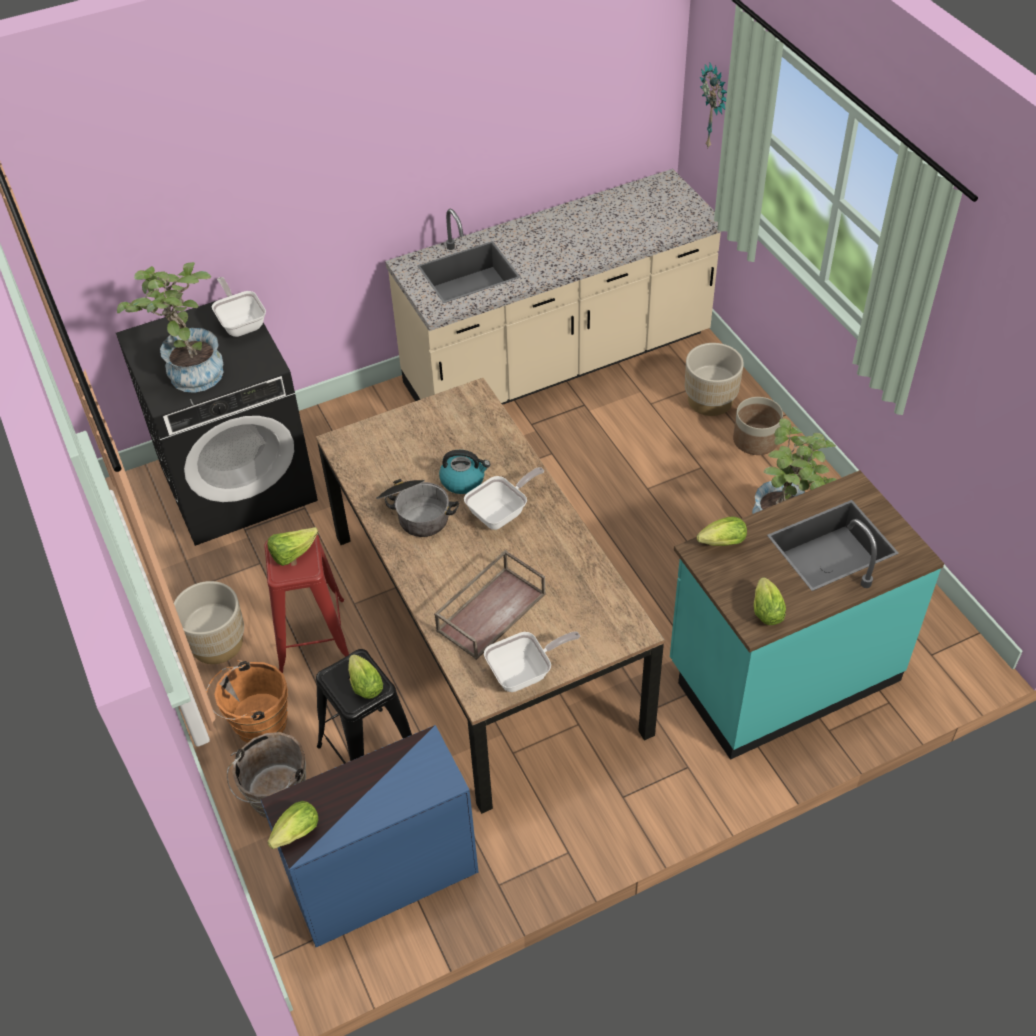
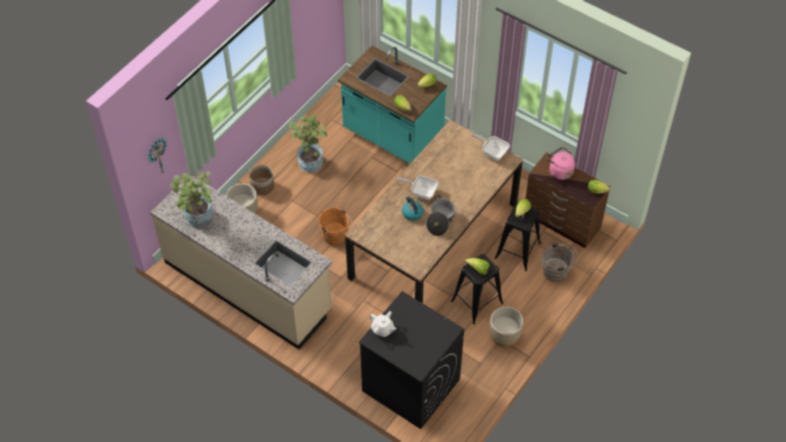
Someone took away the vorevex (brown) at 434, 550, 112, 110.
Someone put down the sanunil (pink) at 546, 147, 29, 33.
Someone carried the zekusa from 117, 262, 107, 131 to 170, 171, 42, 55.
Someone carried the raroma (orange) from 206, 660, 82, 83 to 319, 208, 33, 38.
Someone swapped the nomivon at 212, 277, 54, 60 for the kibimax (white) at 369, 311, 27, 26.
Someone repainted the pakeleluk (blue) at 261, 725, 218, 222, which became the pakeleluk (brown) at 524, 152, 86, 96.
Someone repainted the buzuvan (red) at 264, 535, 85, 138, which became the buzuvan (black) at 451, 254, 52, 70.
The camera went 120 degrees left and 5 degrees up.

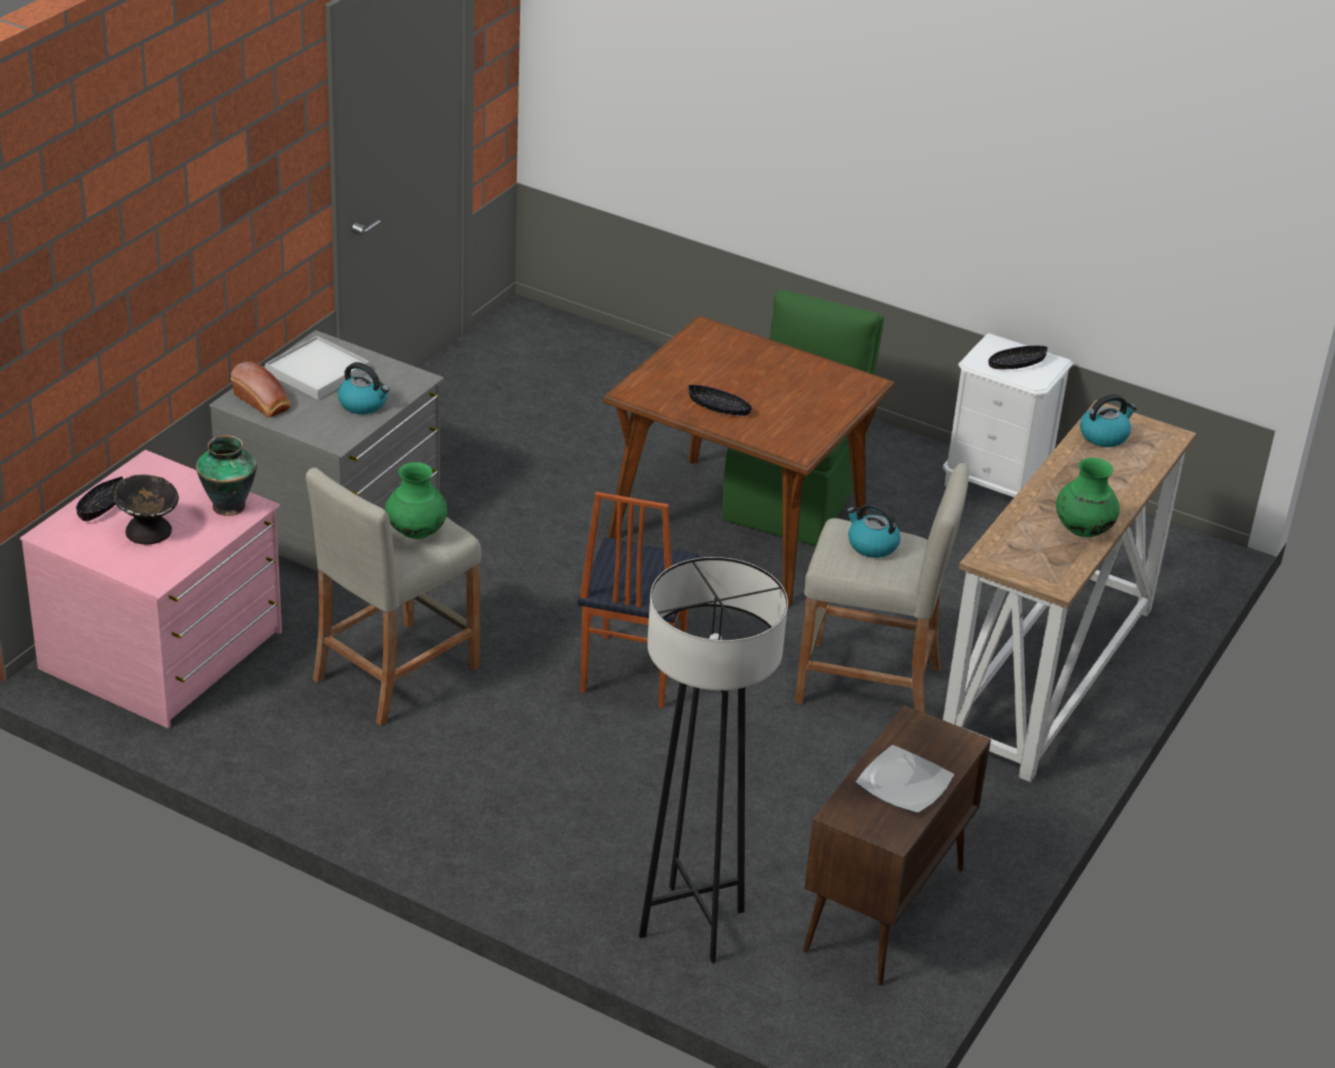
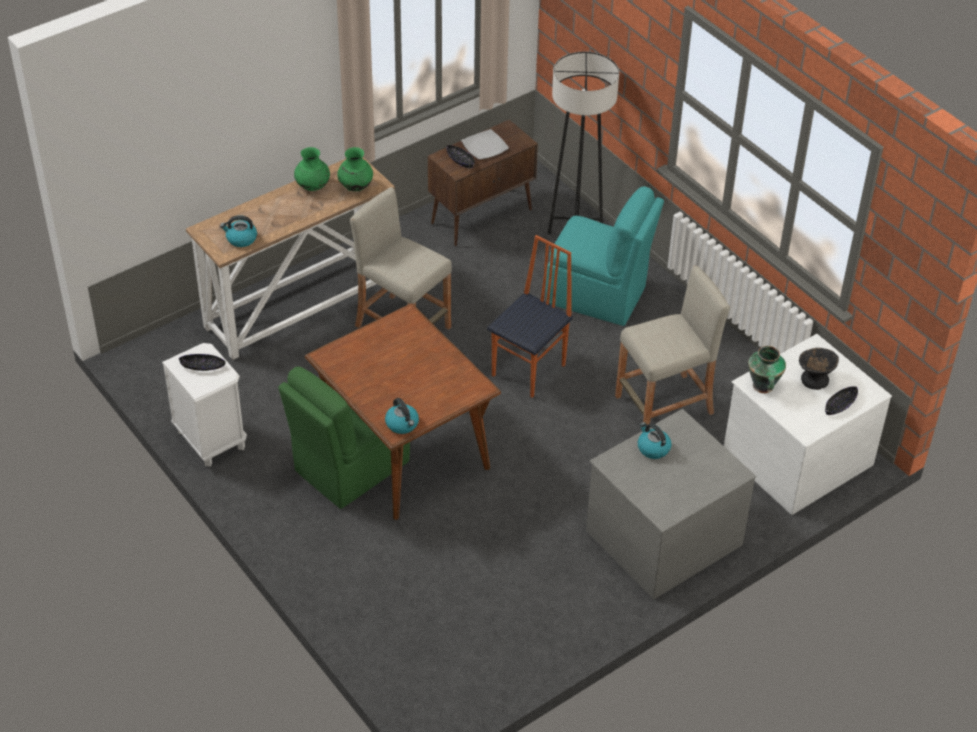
Someone took away the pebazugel at 231, 361, 60, 57.
Someone took away the vorevex (white) at 265, 336, 104, 64.
Someone put down the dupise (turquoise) at 546, 186, 118, 140.
Someone carried the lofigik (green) from 385, 462, 62, 77 to 337, 147, 36, 44.
Someone carried the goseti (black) from 688, 385, 64, 31 to 447, 144, 28, 24.
Someone carried the sanunil from 846, 502, 55, 56 to 385, 398, 34, 36.
Someone repainted the pakeleluk (pink) at 20, 450, 262, 278, which became the pakeleluk (white) at 724, 334, 168, 181.
The camera went 155 degrees left and 10 degrees up.

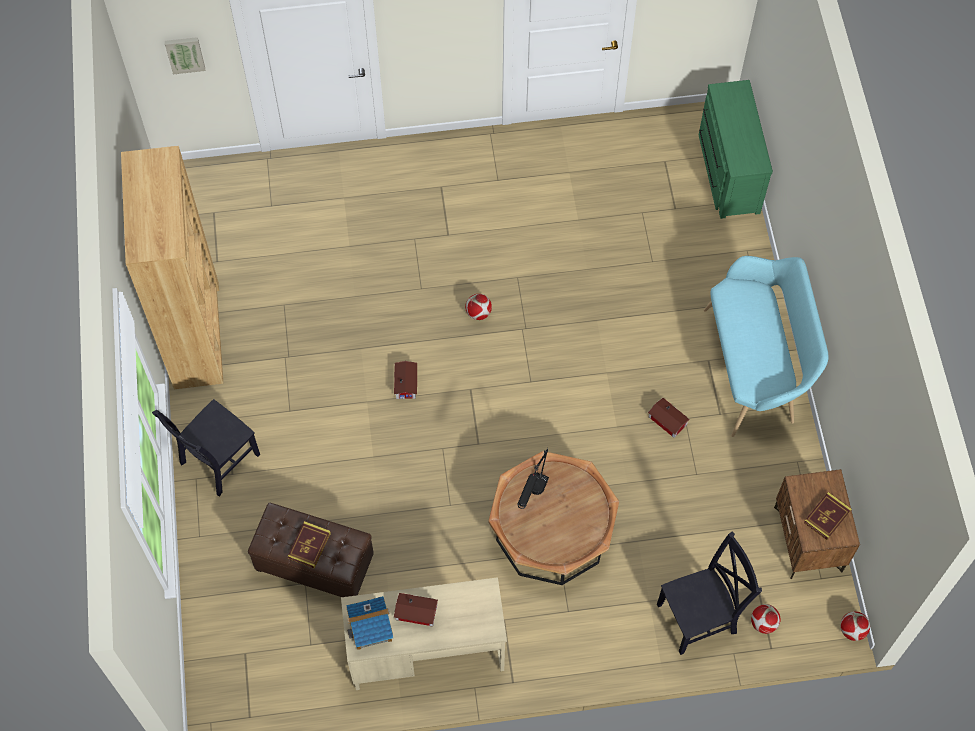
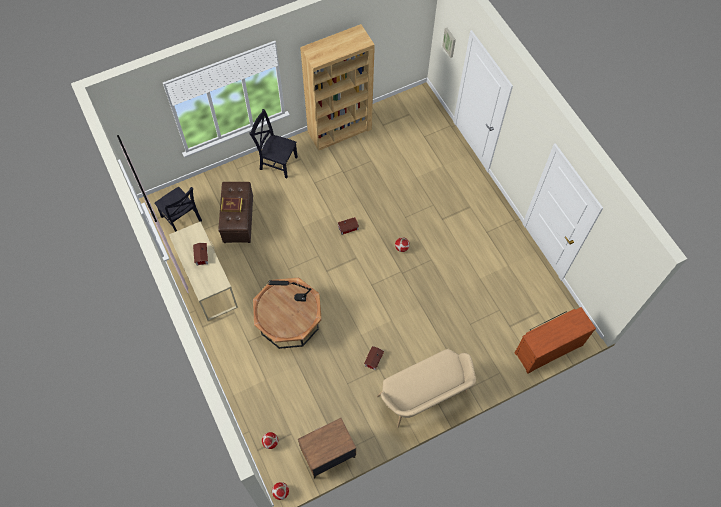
Someone took away the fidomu at 346, 596, 47, 54.
Someone took away the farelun at 804, 492, 47, 48.
Someone carried the dupise (black) from 657, 531, 105, 124 to 154, 187, 48, 45.
Someone repainted the pakeleluk (green) at 699, 80, 74, 139, which became the pakeleluk (brown) at 515, 307, 81, 67.
Someone repainted the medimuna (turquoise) at 704, 256, 124, 181, which became the medimuna (beige) at 377, 349, 99, 79.
The camera went 70 degrees right and 0 degrees up.

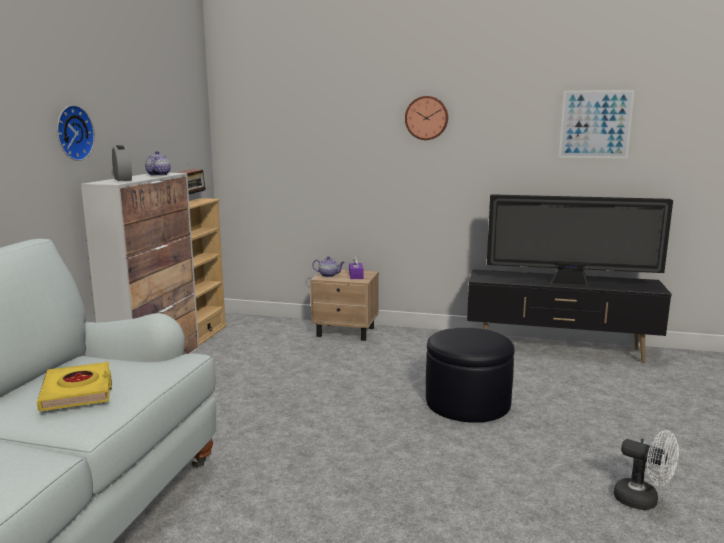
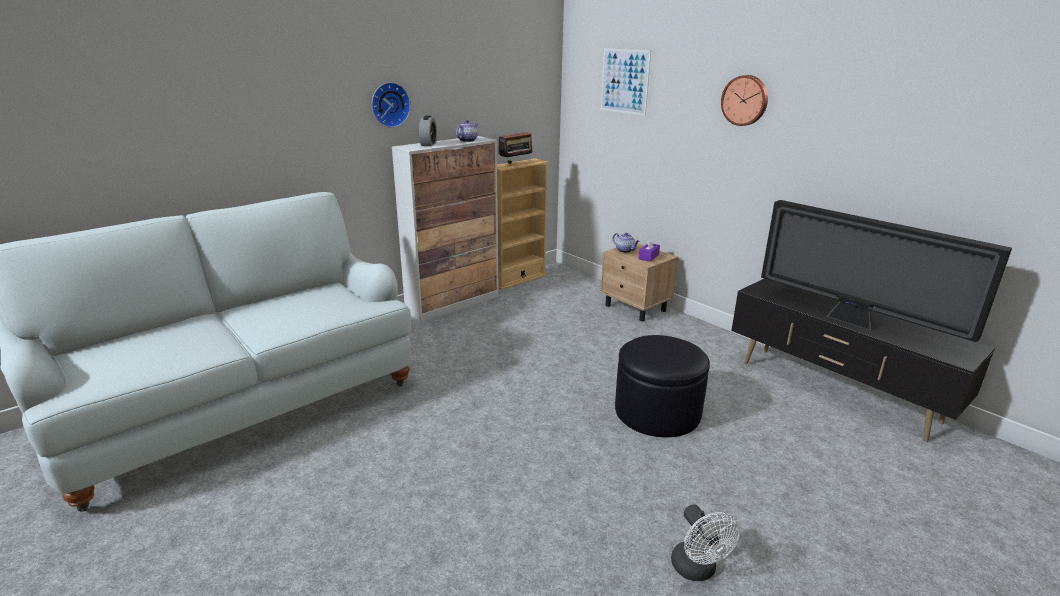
Someone took away the farelun (yellow) at 37, 362, 75, 49.
Someone carried the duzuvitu from 559, 90, 76, 69 to 601, 48, 50, 68.
The camera went 35 degrees right and 10 degrees up.

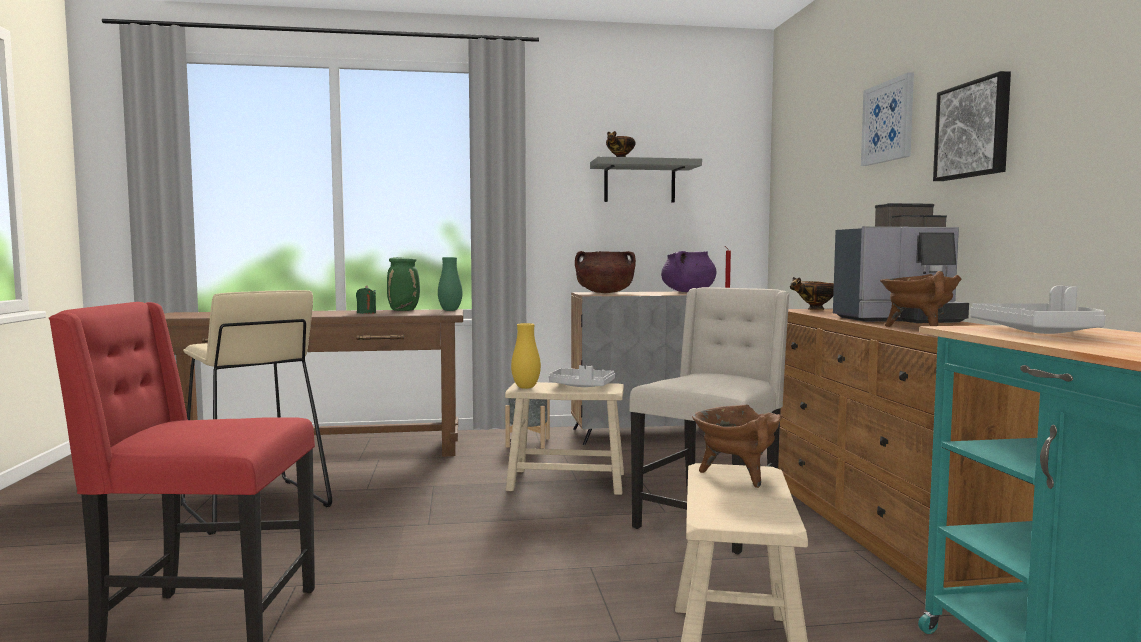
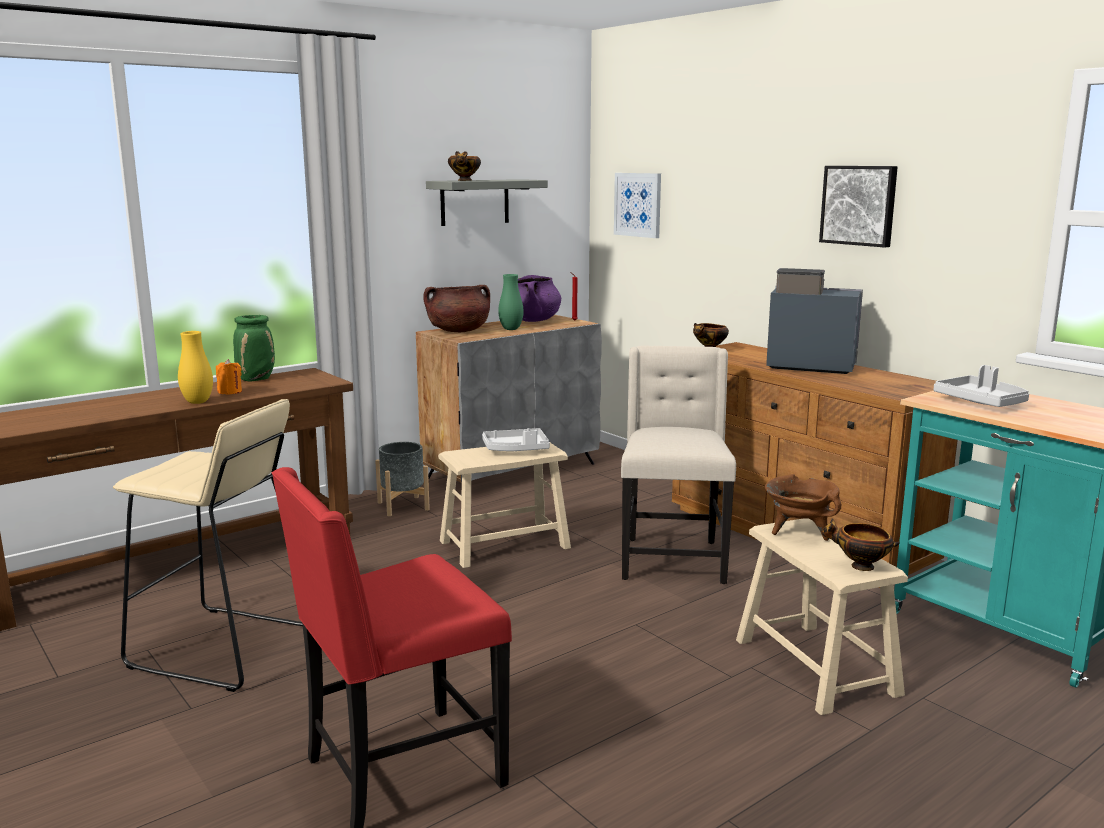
Someone took away the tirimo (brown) at 880, 271, 81, 56.
Someone put down the goseti at 822, 518, 78, 53.
Someone carried the lofigik (green) from 438, 257, 24, 54 to 498, 274, 26, 56.
Someone carried the lofigik (yellow) from 511, 323, 30, 66 to 178, 331, 35, 73.
Someone carried the duzuvitu from 861, 72, 53, 94 to 614, 173, 47, 65.
Someone repainted the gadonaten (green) at 356, 286, 20, 28, which became the gadonaten (orange) at 216, 359, 26, 36.
Someone rotated the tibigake at 833, 203, 136, 120 by 120 degrees counterclockwise.
The camera went 30 degrees left and 10 degrees up.

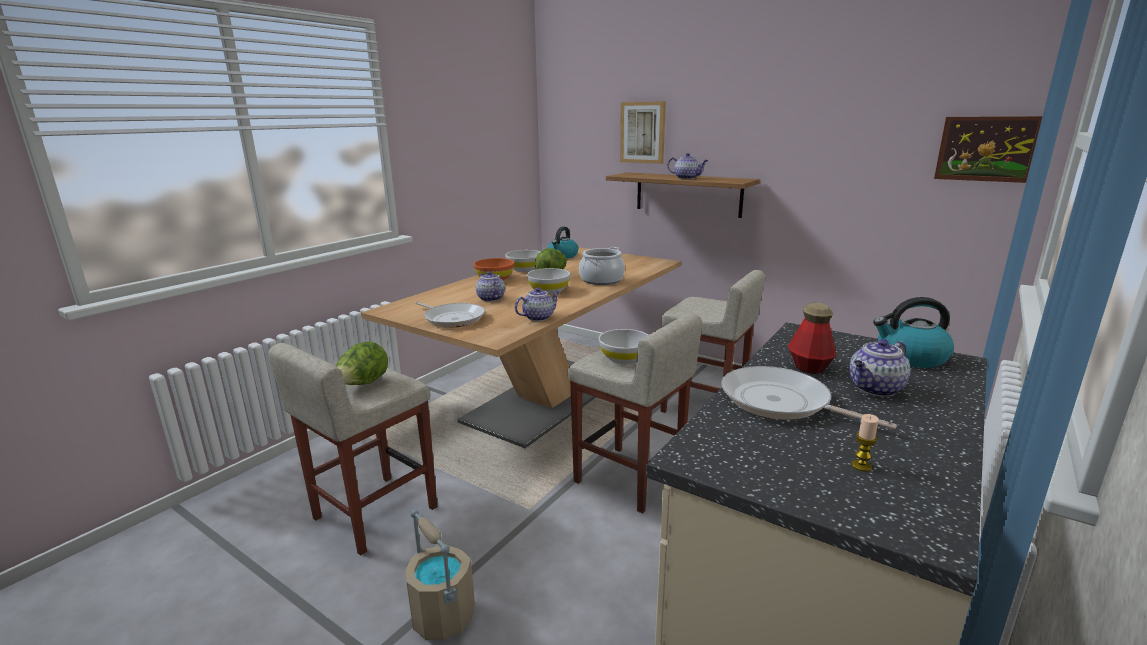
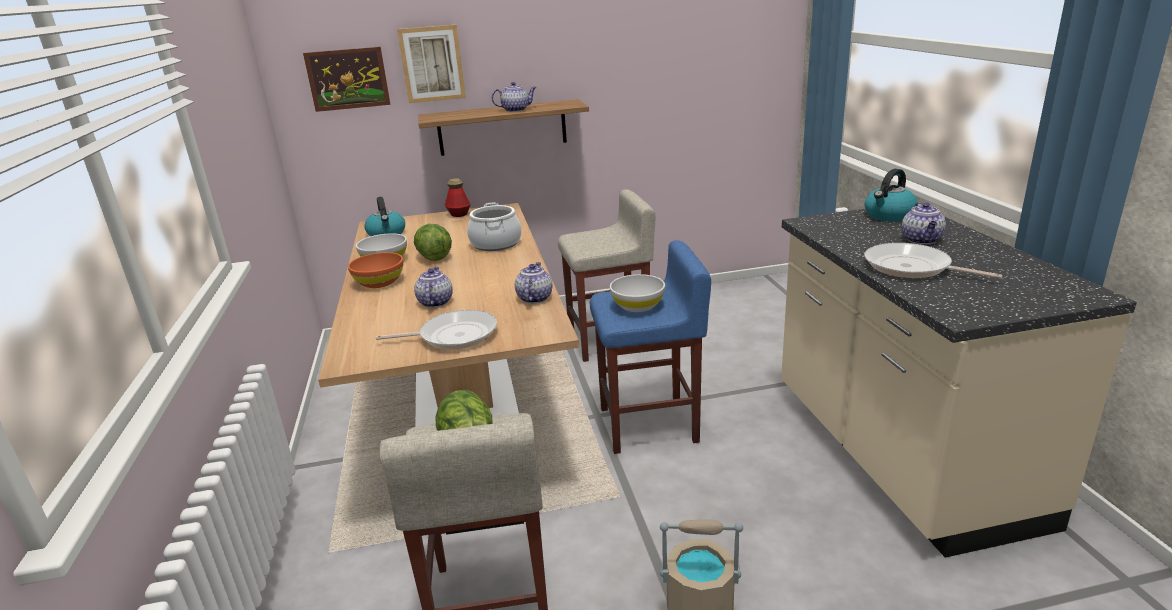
Someone took away the goseti (white) at 527, 268, 43, 26.
Someone took away the gadonaten at 851, 414, 28, 58.
Someone carried the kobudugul from 788, 303, 48, 71 to 445, 178, 26, 39.
Someone carried the duzuvitu from 934, 116, 108, 67 to 303, 47, 87, 65.
Someone repainted the buzuvan (beige) at 567, 313, 135, 201, which became the buzuvan (blue) at 590, 240, 121, 214.
Someone rotated the kibimax at 476, 271, 29, 31 by 75 degrees clockwise.
Someone rotated the nomivon at 721, 366, 176, 63 by 45 degrees clockwise.
The camera went 45 degrees left and 5 degrees up.

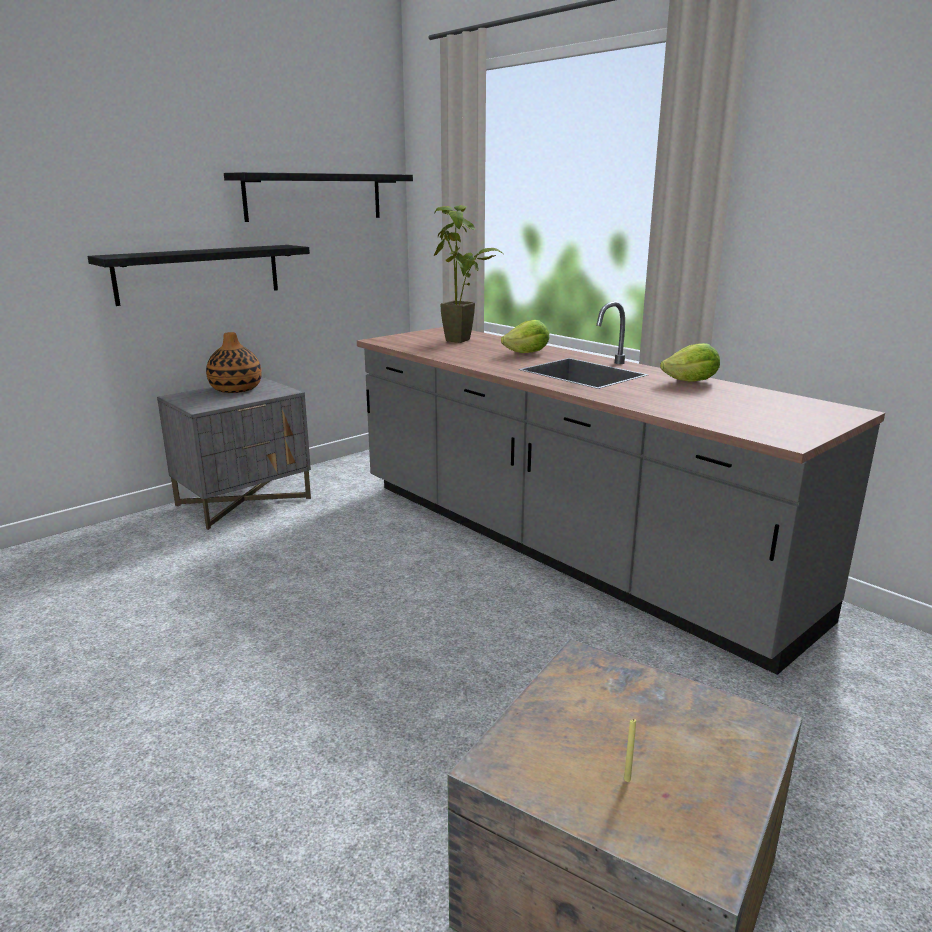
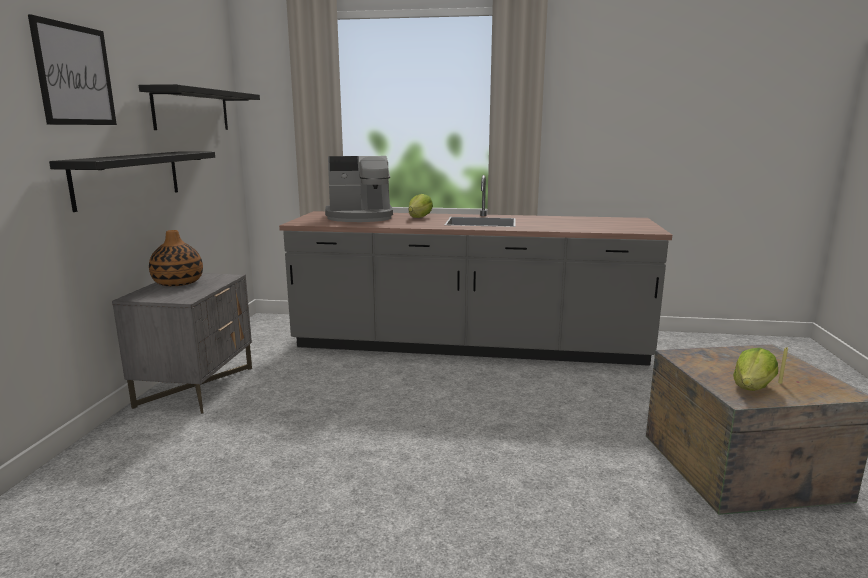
Someone put up the duzuvitu at 28, 14, 89, 111.
Someone carried the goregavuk from 660, 343, 60, 39 to 733, 348, 45, 43.
Someone swapped the zekusa at 433, 205, 72, 138 for the tibigake at 325, 156, 68, 66.
The camera went 40 degrees left and 5 degrees down.

